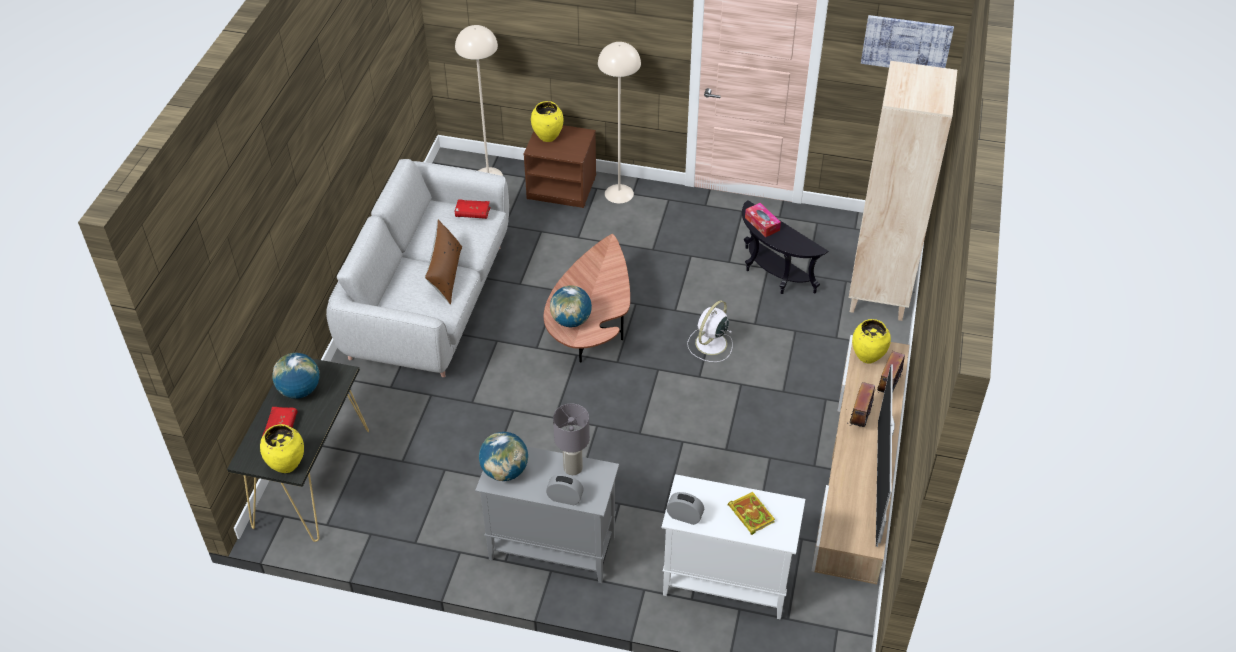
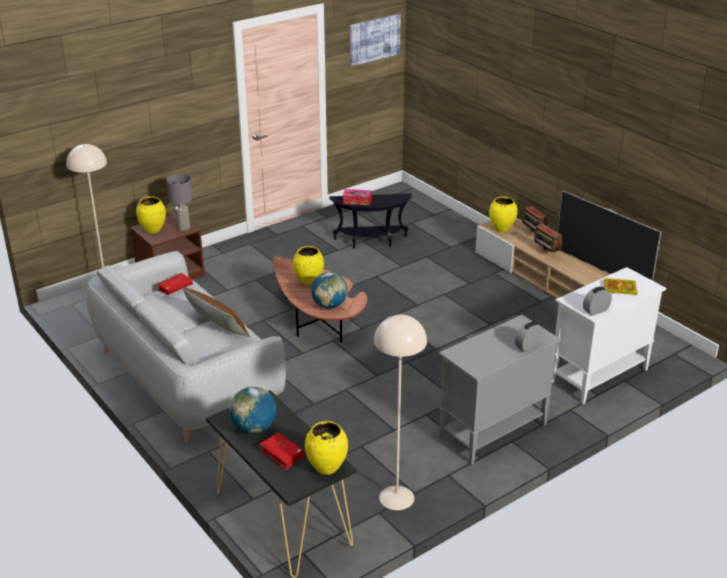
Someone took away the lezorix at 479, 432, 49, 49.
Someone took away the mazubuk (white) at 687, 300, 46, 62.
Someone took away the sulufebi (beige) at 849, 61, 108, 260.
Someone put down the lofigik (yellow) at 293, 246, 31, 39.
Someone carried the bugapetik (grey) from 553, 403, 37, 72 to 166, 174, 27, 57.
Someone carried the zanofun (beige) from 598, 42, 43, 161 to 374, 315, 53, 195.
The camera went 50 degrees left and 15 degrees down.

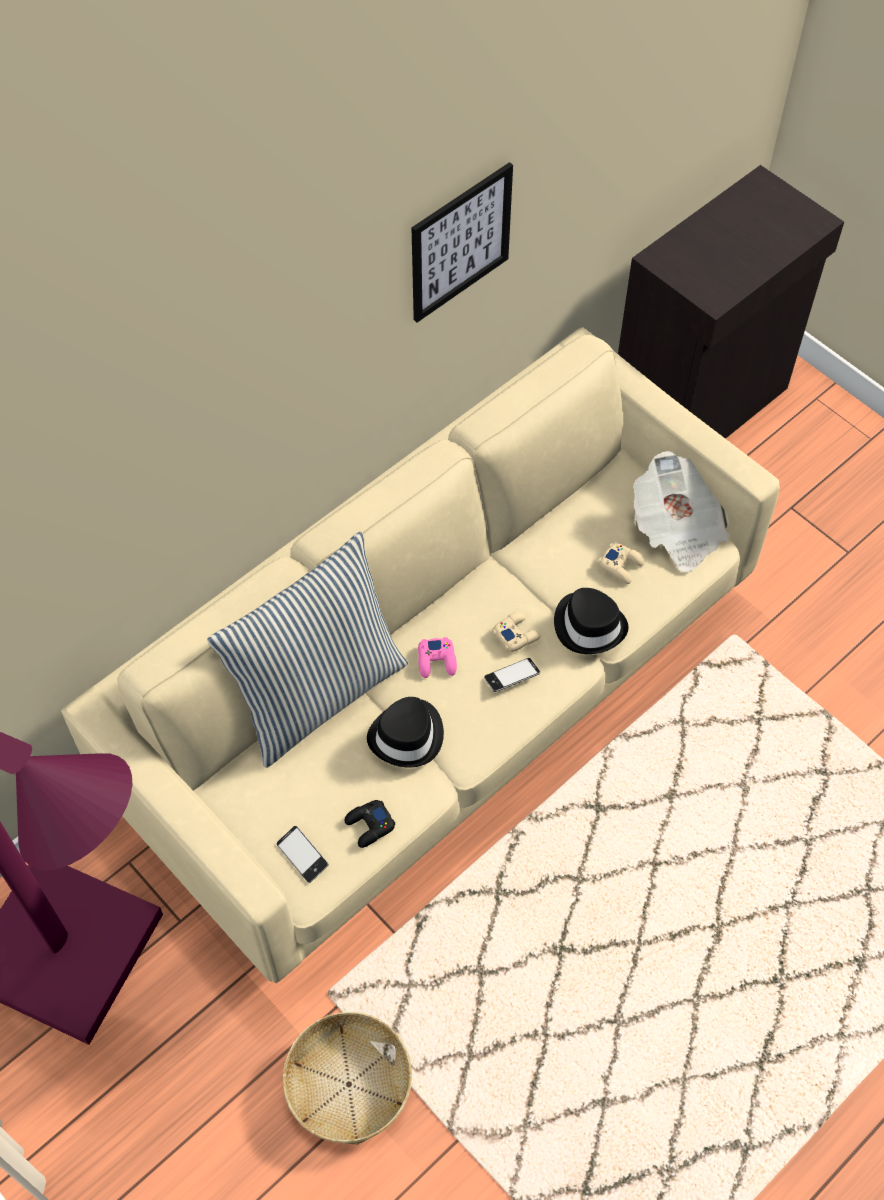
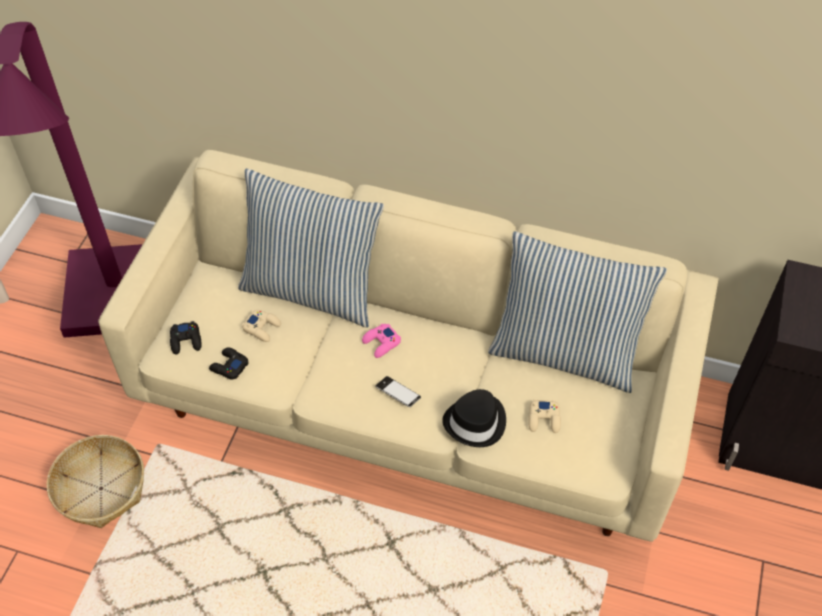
Someone took away the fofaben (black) at 367, 697, 77, 70.
Someone took away the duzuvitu at 411, 162, 102, 160.
Someone took away the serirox at 633, 451, 97, 122.
Someone put down the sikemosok at 488, 231, 179, 162.
Someone carried the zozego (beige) from 493, 612, 47, 40 to 242, 310, 39, 32.
Someone swapped the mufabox at 276, 826, 52, 57 for the zozego (black) at 170, 321, 32, 33.
The camera went 60 degrees right and 5 degrees down.

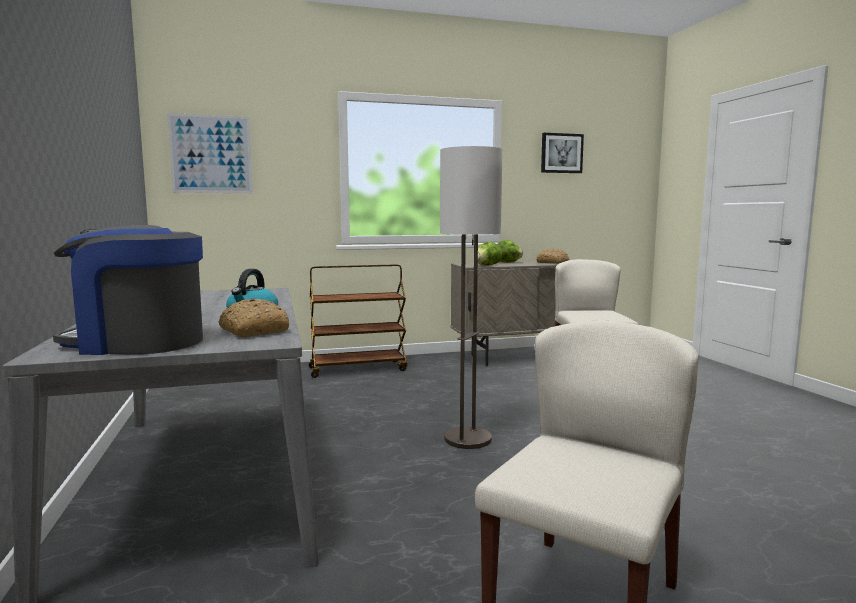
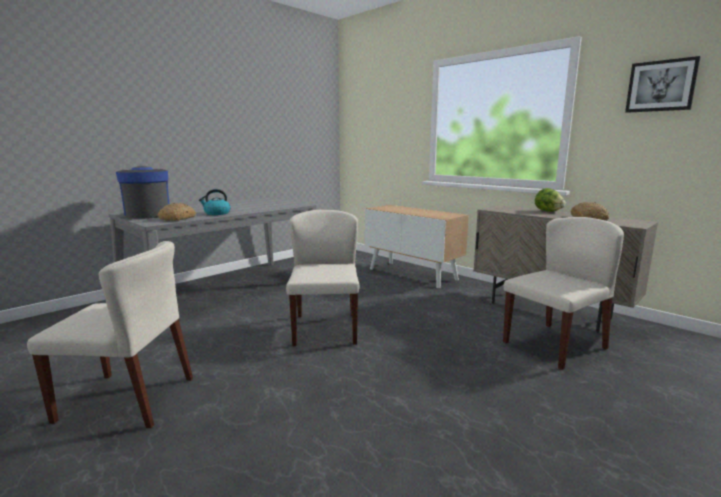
Someone took away the duzuvitu at 167, 113, 86, 80.
Someone took away the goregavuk at 478, 242, 24, 24.
Someone swapped the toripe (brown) at 309, 264, 98, 114 for the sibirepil at 365, 205, 104, 83.
Someone swapped the zanofun at 440, 146, 63, 303 for the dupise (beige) at 286, 210, 73, 136.
The camera went 60 degrees right and 5 degrees up.

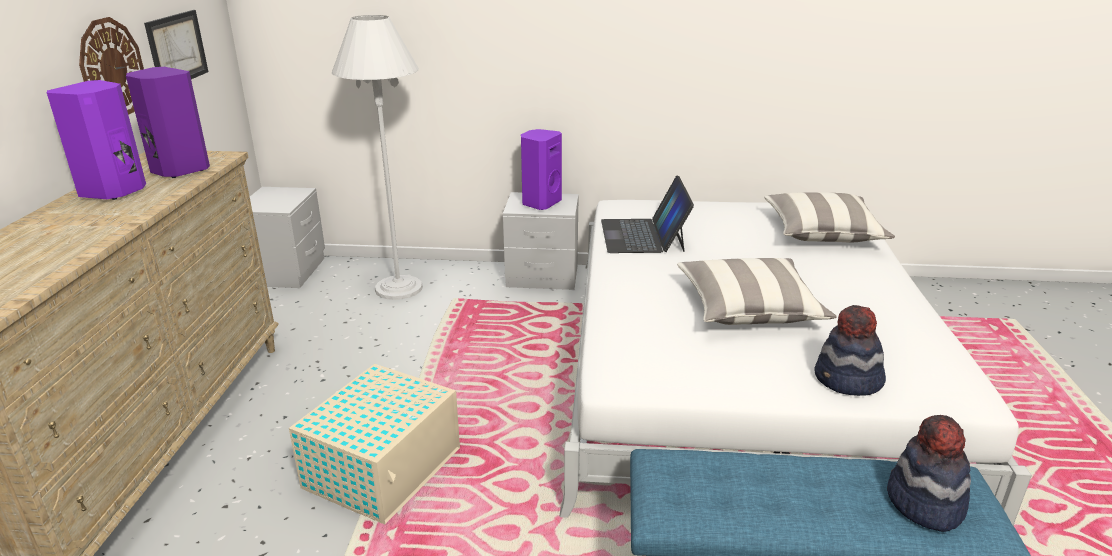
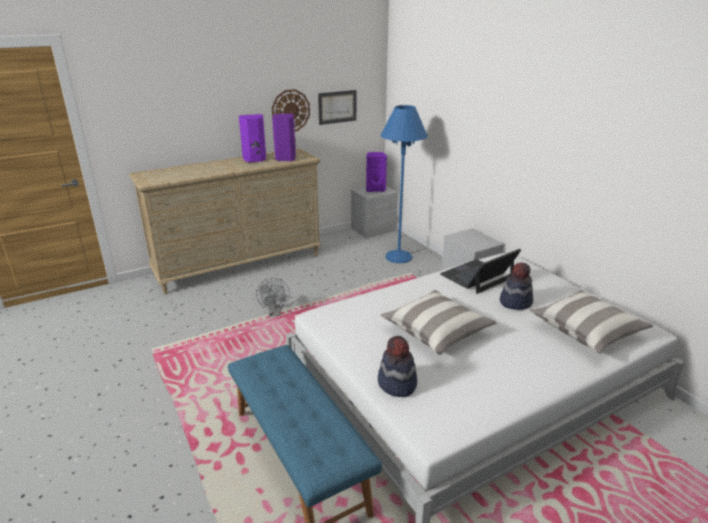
Someone carried the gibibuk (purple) from 521, 129, 41, 81 to 366, 152, 21, 40.
Someone carried the fofaben from 887, 415, 84, 117 to 500, 263, 33, 47.
Someone swapped the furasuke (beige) at 289, 364, 171, 160 for the mazubuk (grey) at 256, 278, 34, 39.
Someone repainted the zanofun (white) at 332, 15, 91, 285, which became the zanofun (blue) at 380, 105, 48, 158.
The camera went 55 degrees right and 0 degrees up.

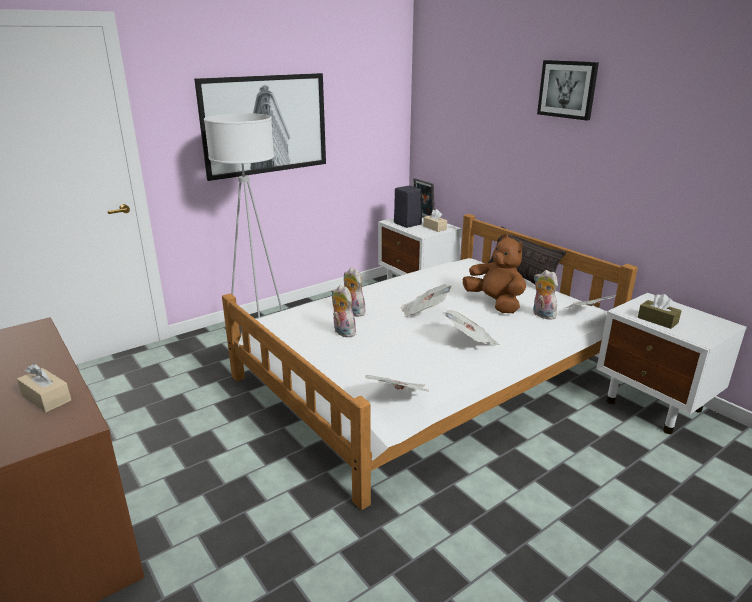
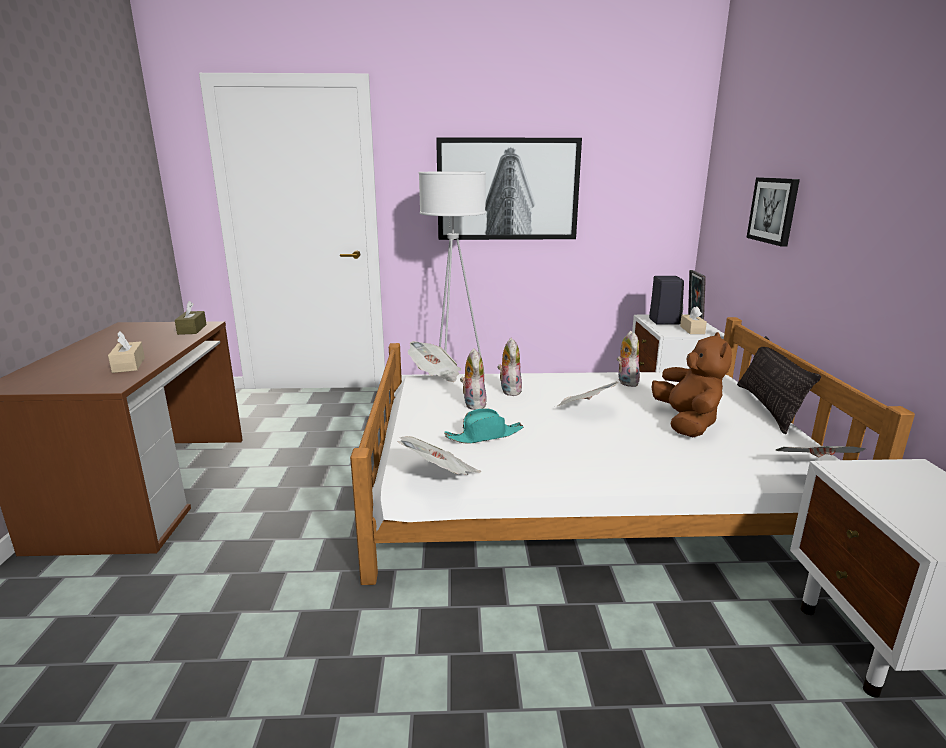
Someone put down the fofaben (turquoise) at 444, 409, 79, 35.
Someone carried the serirox from 443, 310, 57, 35 to 408, 341, 53, 41.
Someone carried the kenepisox from 533, 270, 25, 50 to 617, 331, 23, 56.
Someone carried the duzuvitu from 537, 60, 62, 61 to 746, 178, 54, 69.
Someone carried the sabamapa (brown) from 638, 294, 44, 35 to 175, 301, 32, 34.
The camera went 35 degrees right and 5 degrees down.

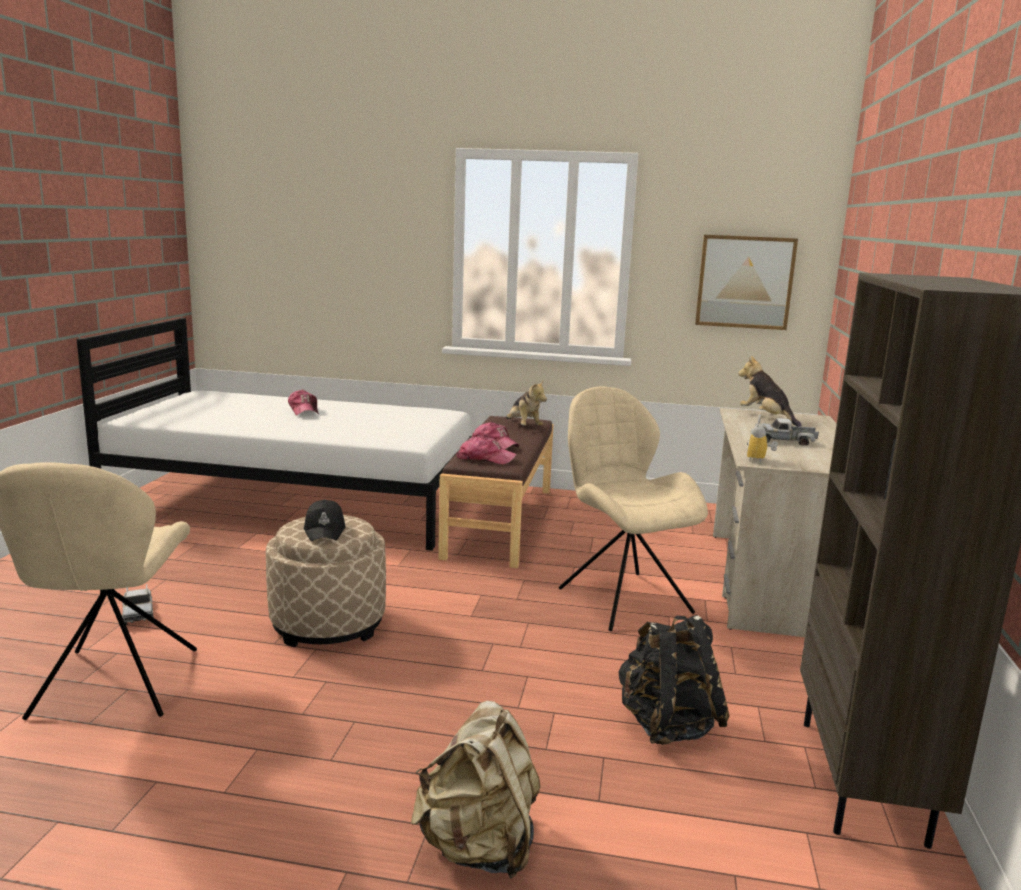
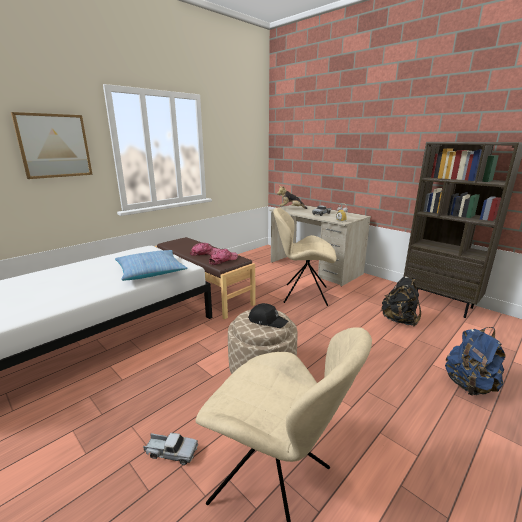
Someone took away the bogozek at 288, 389, 31, 26.
Someone took away the kenepisox at 506, 381, 41, 44.
Someone put down the sikemosok at 115, 250, 73, 31.
Someone carried the duzuvitu from 695, 235, 103, 95 to 11, 112, 82, 67.
Someone repainted the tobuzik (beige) at 411, 700, 129, 178, which became the tobuzik (blue) at 445, 327, 61, 69.
The camera went 55 degrees left and 5 degrees up.

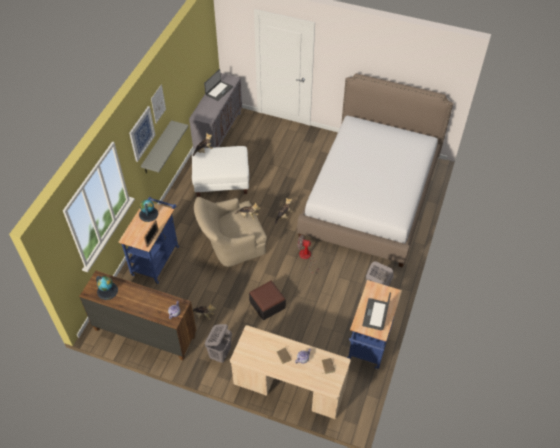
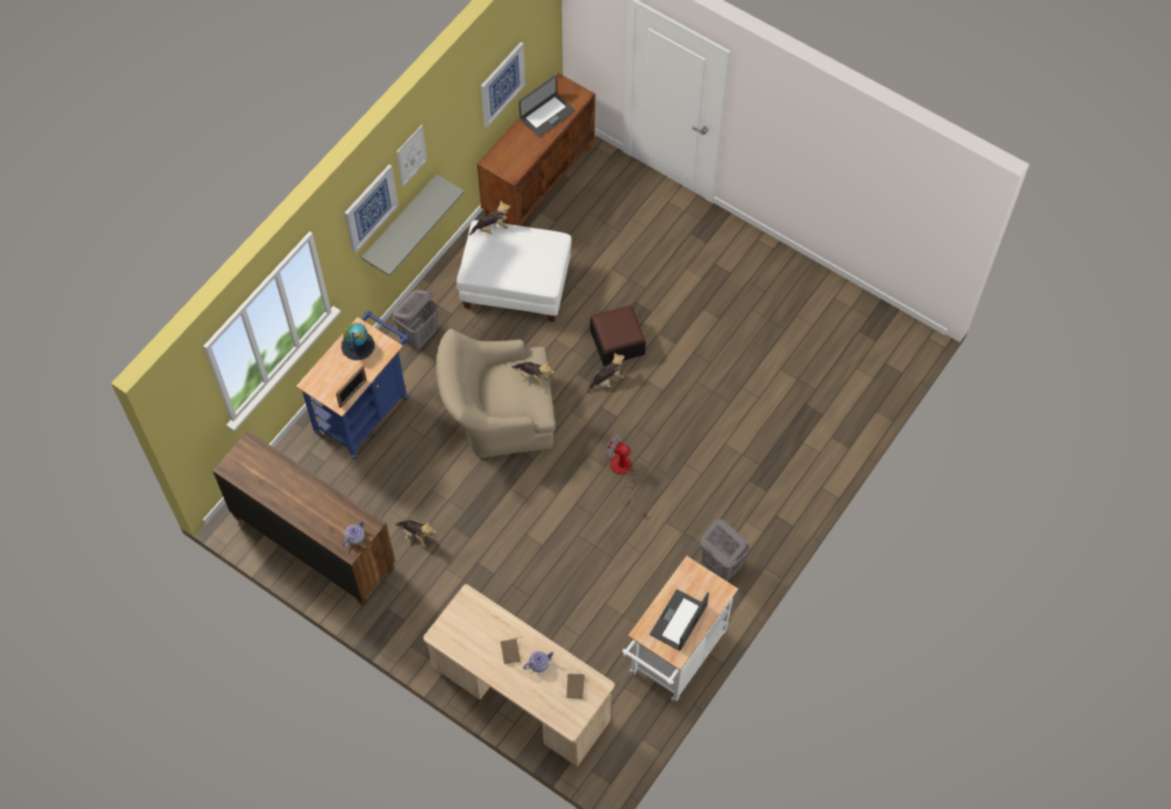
Someone took away the lezorix at 96, 276, 22, 24.
Someone took away the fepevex at 297, 73, 156, 194.
Someone put up the duzuvitu at 481, 42, 45, 86.
Someone carried the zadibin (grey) from 205, 324, 27, 39 to 393, 290, 45, 60.
Someone carried the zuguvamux from 249, 281, 37, 39 to 590, 305, 56, 61.
Someone repainted the sibirepil (grey) at 189, 73, 53, 76, which became the sibirepil (brown) at 477, 73, 118, 153.
Someone repainted the toripe (blue) at 347, 280, 55, 90, which became the toripe (white) at 622, 556, 116, 147.
The camera went 15 degrees right and 10 degrees up.

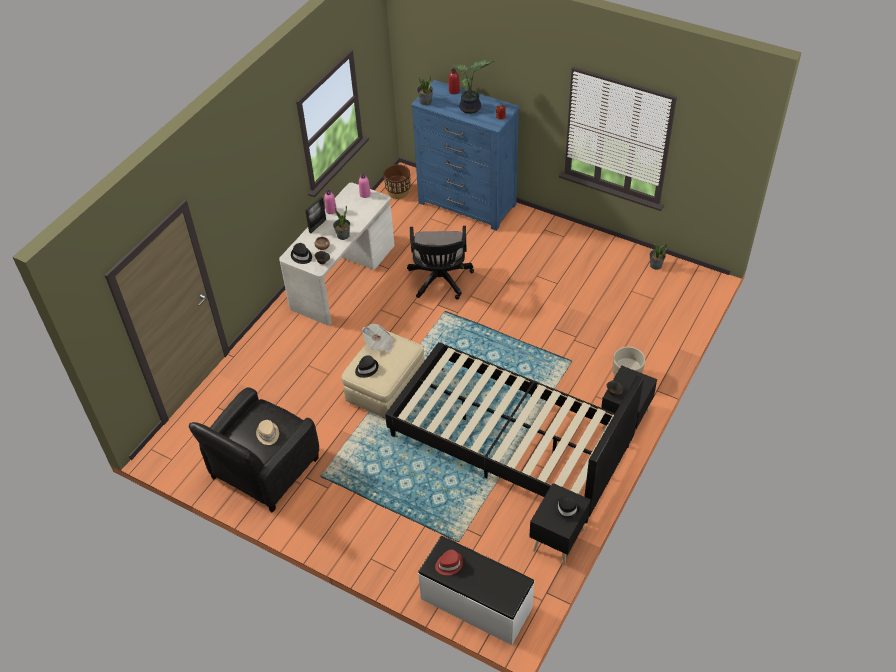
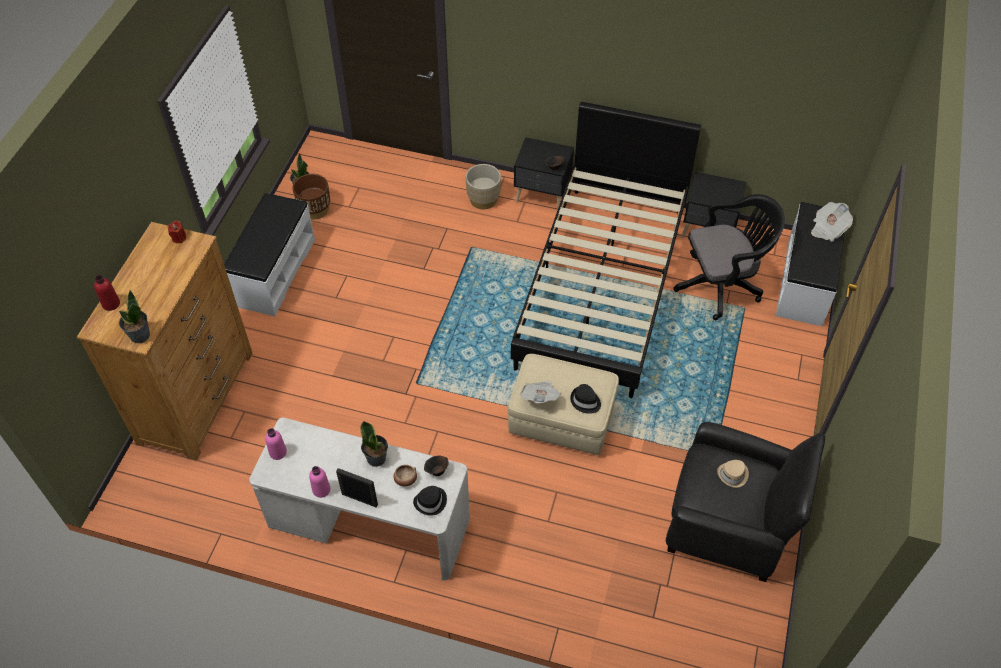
Someone took away the fofaben (red) at 435, 550, 28, 25.
Someone took away the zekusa at 453, 60, 42, 54.
Someone took away the fofaben (black) at 554, 496, 26, 23.
Someone put down the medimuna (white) at 224, 193, 91, 123.
Someone put down the serirox at 811, 202, 42, 40.
Someone carried the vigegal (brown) from 384, 164, 27, 35 to 292, 174, 38, 46.
Someone carried the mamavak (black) from 407, 226, 67, 73 to 673, 194, 112, 126.
Someone repainted the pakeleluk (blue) at 411, 80, 109, 151, which became the pakeleluk (brown) at 76, 222, 177, 239.
The camera went 105 degrees left and 5 degrees up.

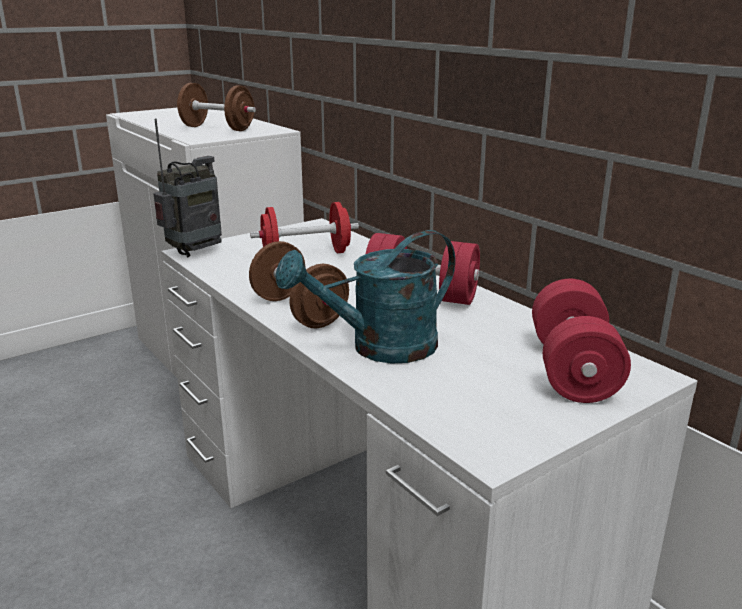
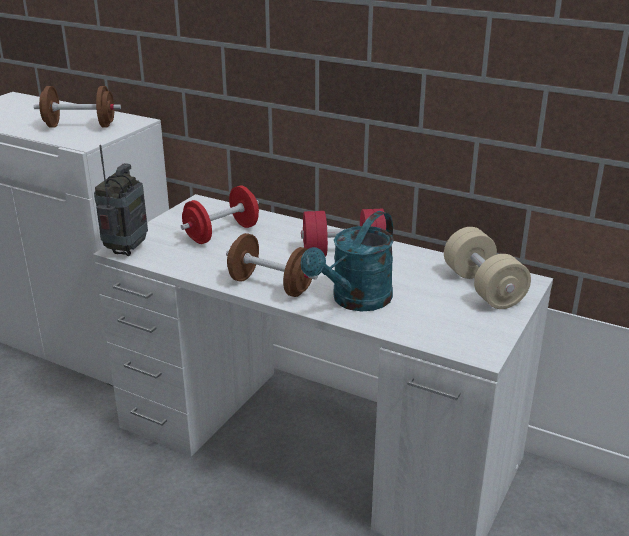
Someone repainted the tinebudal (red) at 532, 279, 99, 124, which became the tinebudal (beige) at 444, 227, 87, 82.
The camera went 25 degrees left and 5 degrees up.

